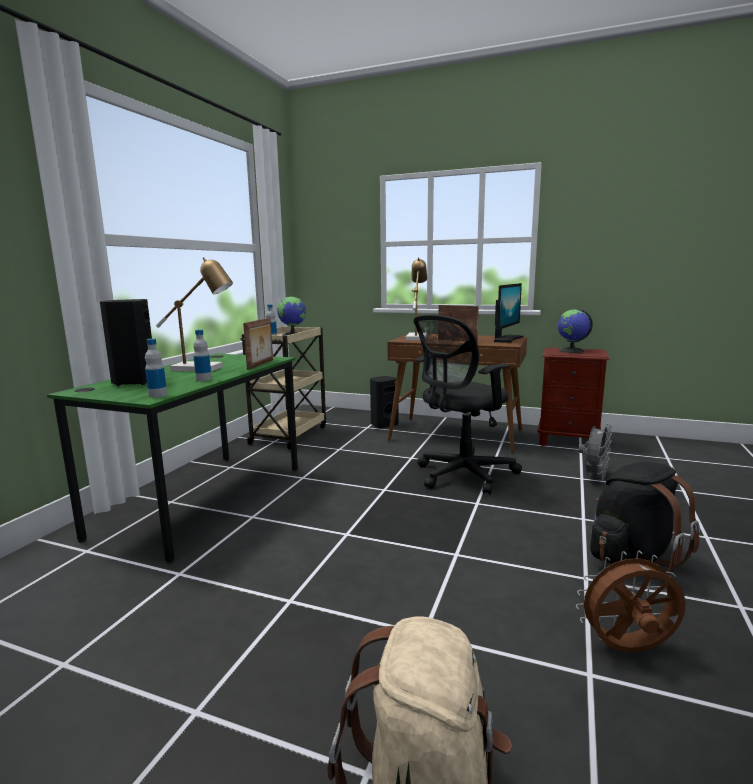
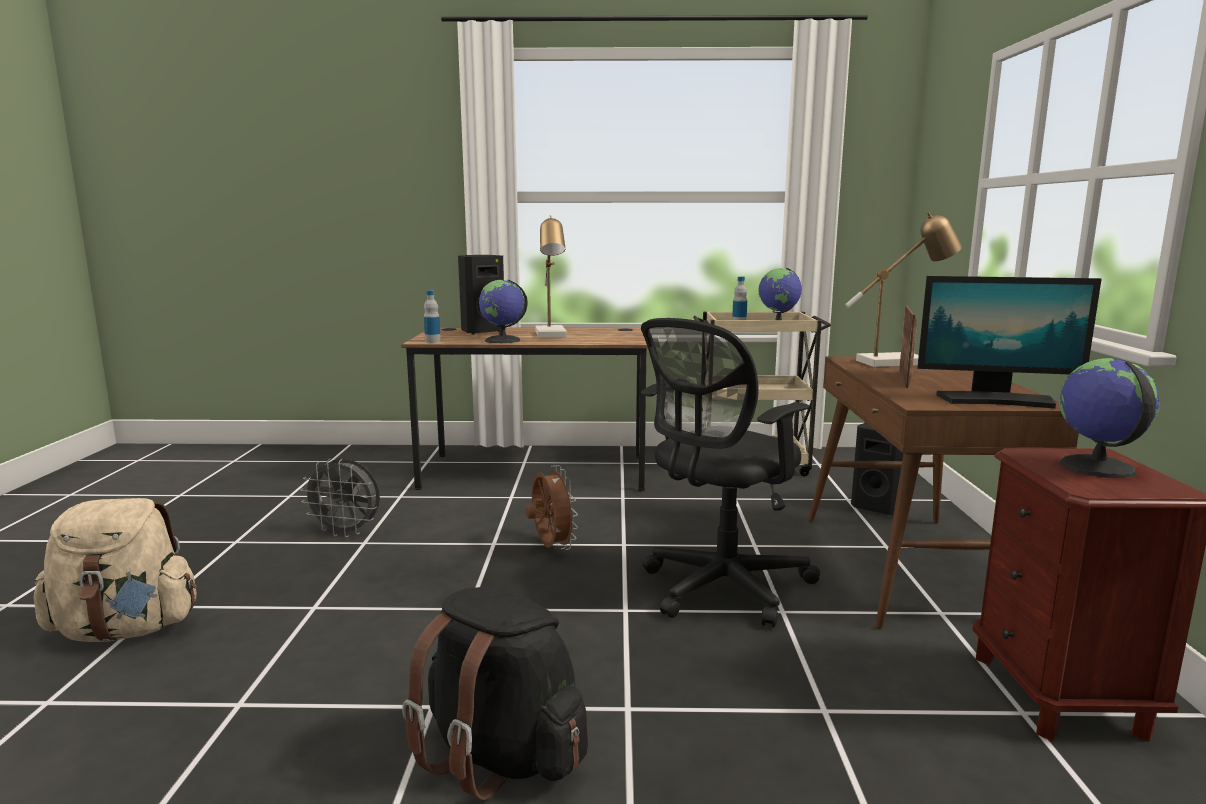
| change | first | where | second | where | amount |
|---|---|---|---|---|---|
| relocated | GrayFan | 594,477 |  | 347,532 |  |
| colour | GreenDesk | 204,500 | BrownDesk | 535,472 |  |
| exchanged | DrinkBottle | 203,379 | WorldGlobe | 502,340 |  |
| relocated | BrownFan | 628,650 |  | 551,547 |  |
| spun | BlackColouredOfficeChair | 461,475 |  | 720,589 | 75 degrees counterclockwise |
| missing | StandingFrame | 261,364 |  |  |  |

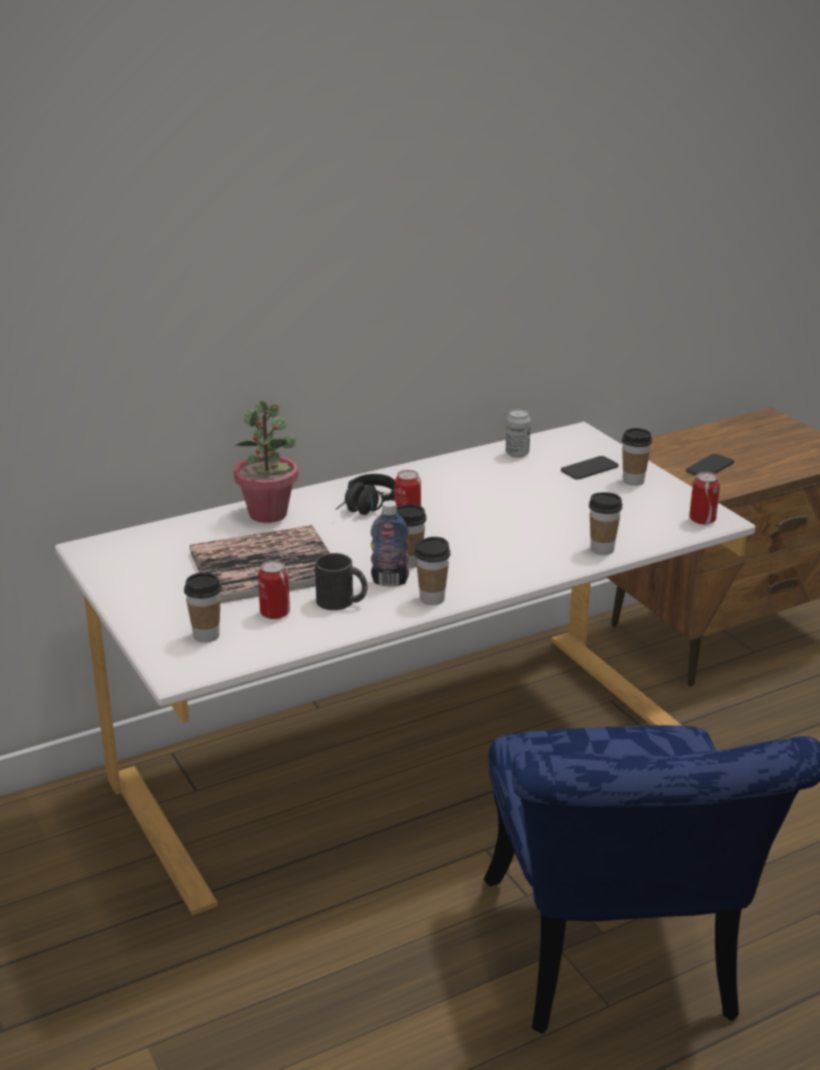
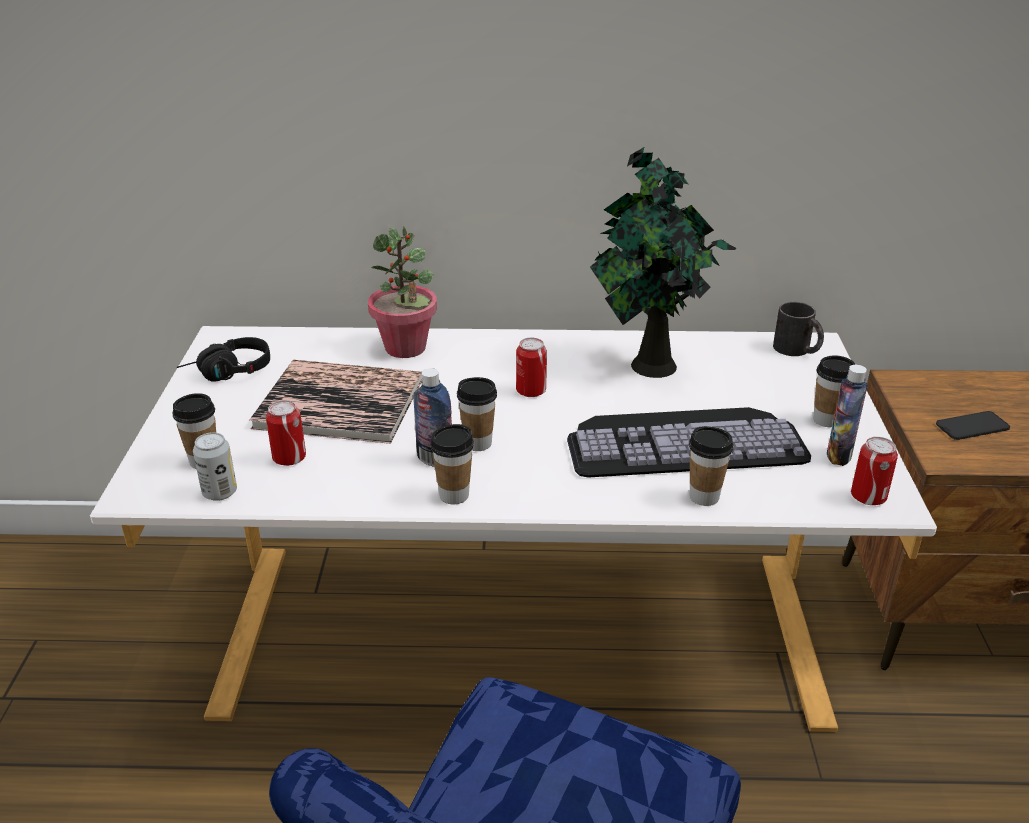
| change | first | where | second | where | amount |
|---|---|---|---|---|---|
| relocated | BlackColouredHeadset | 365,507 |  | 227,373 |  |
| relocated | SealedCan | 517,453 |  | 220,492 |  |
| appeared |  |  | Keyboard | 685,441 |  |
| appeared |  |  | PottedPlant | 649,366 |  |
| relocated | BlackColouredMug | 342,602 |  | 797,350 |  |
| appeared |  |  | DrinkBottle | 839,455 |  |
| missing | Phone | 589,468 |  |  |  |

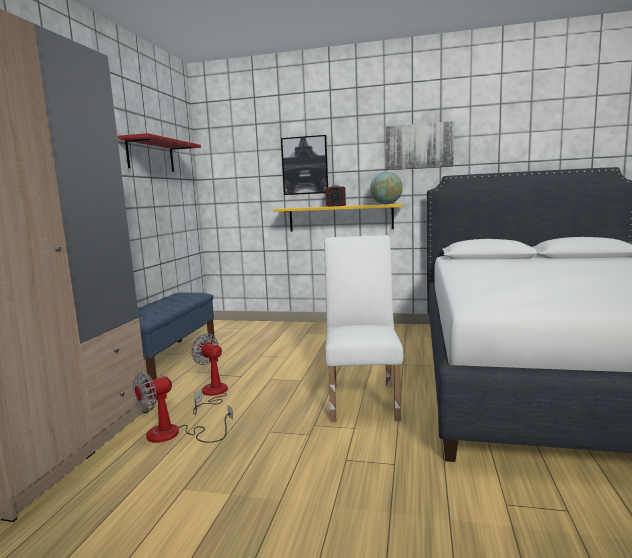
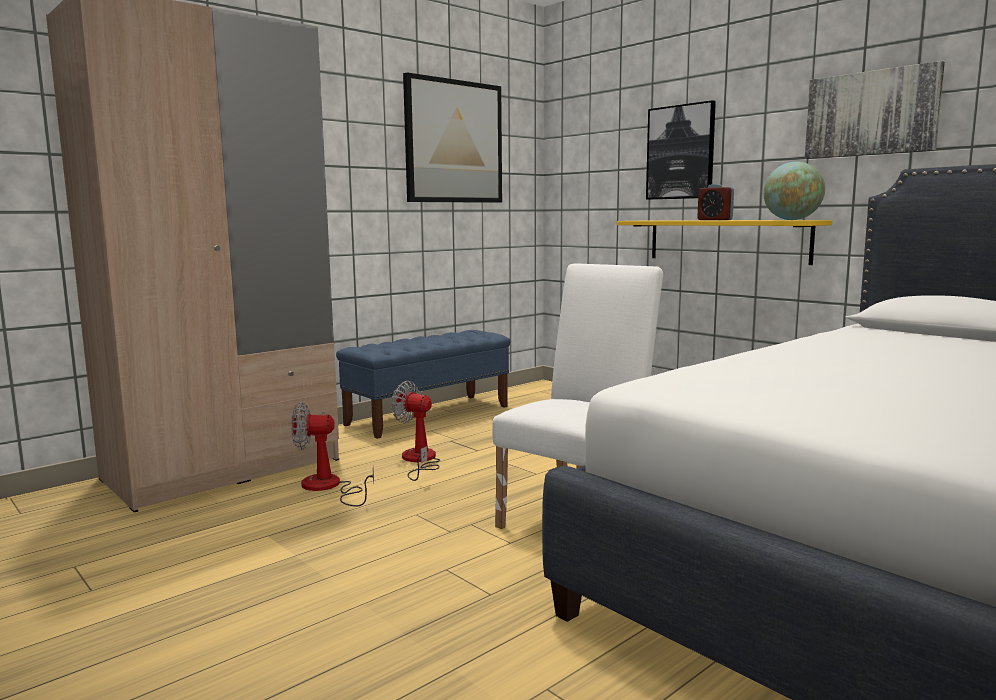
| change | first | where | second | where | amount |
|---|---|---|---|---|---|
| spun | Fan | 212,394 |  | 419,461 | 45 degrees counterclockwise |
| exchanged | ReddishWallShelf | 151,156 | WallPicture | 453,142 |  |

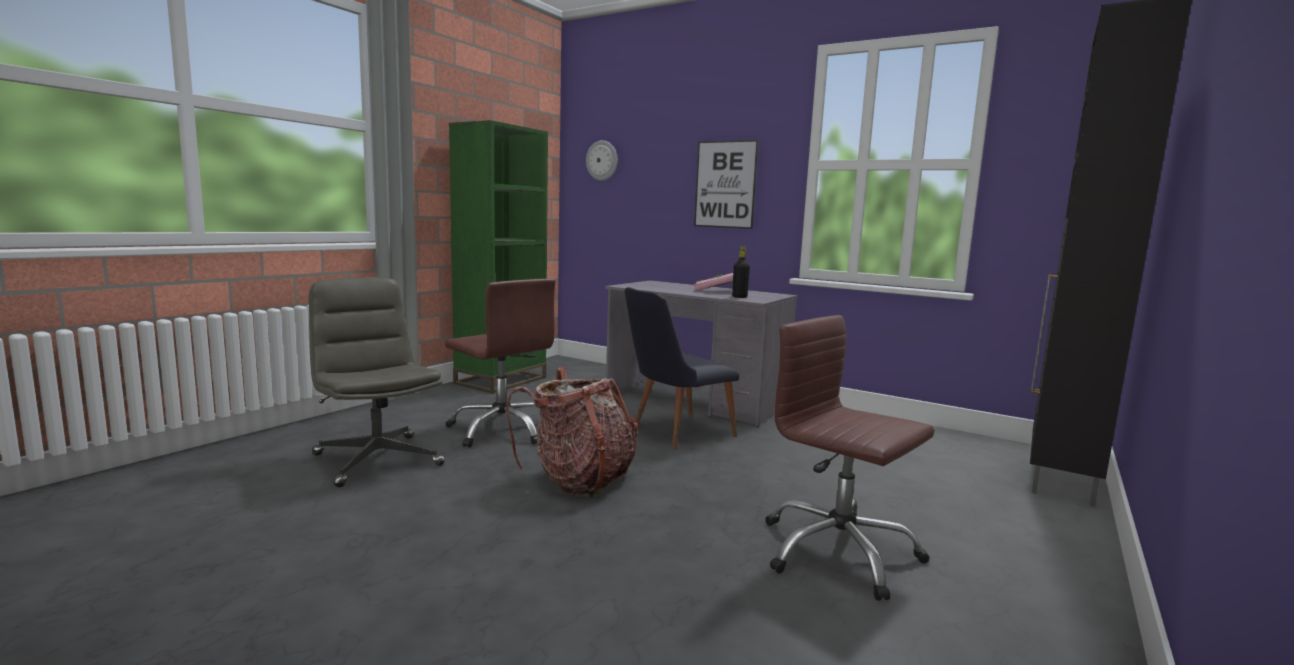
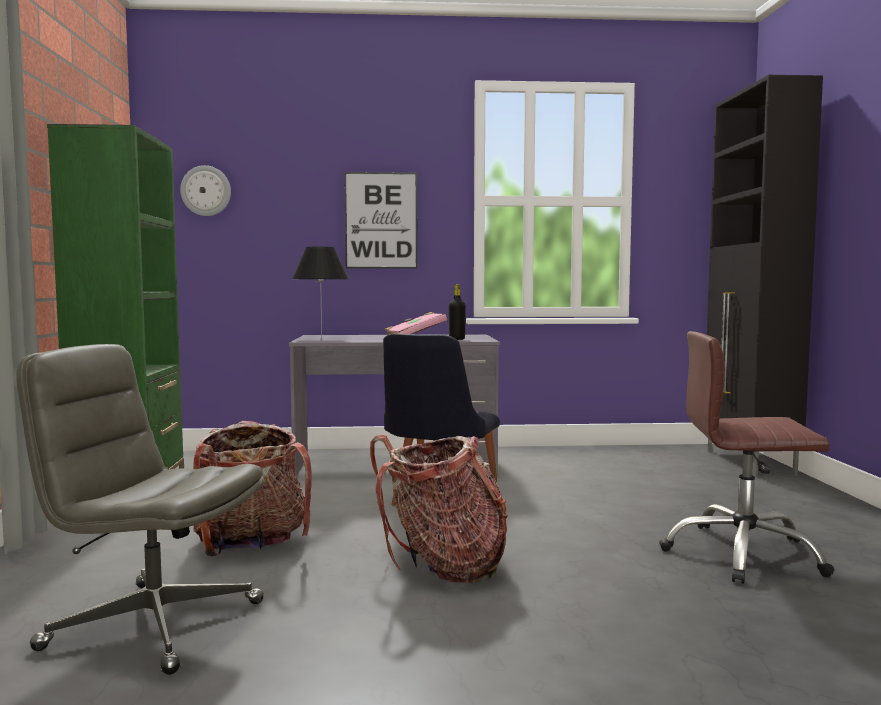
| change | first | where | second | where | amount |
|---|---|---|---|---|---|
| exchanged | BrownOfficeChair | 502,429 | Backpack | 251,544 |  |
| appeared |  |  | BlackColouredLampForATable | 321,338 |  |

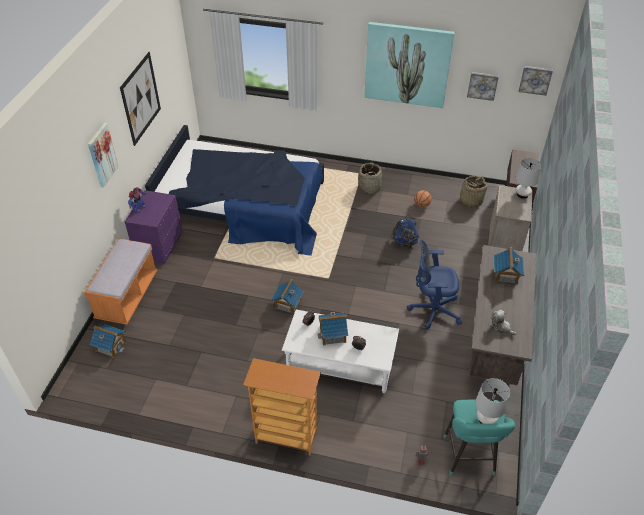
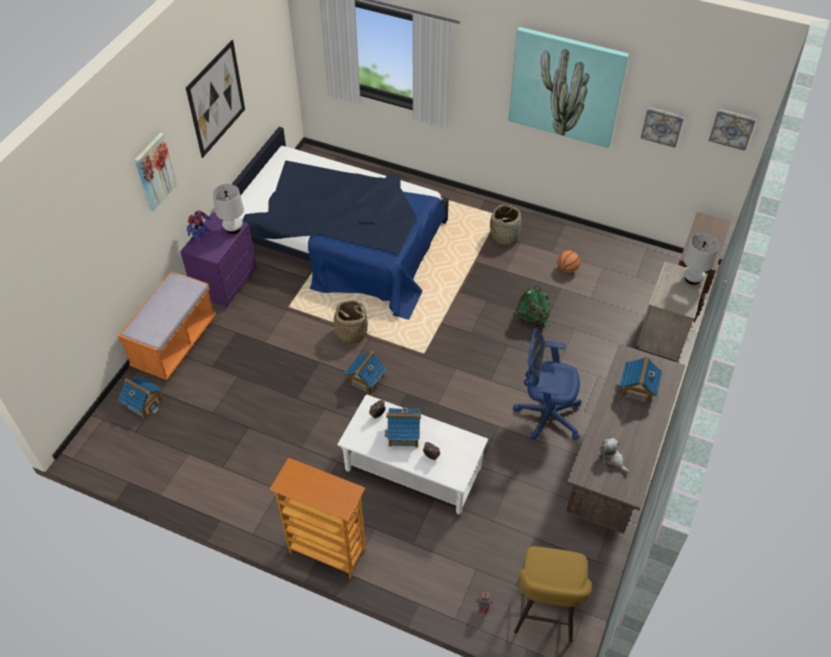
| change | first | where | second | where | amount |
|---|---|---|---|---|---|
| relocated | WhiteColouredLampForATable | 486,419 |  | 233,229 |  |
| relocated | Basket | 470,201 |  | 351,332 |  |
| colour | BlueGreenStool | 469,459 | YellowStool | 544,616 |  |
| colour | BluishBackpack | 404,243 | GreenBackpack | 532,318 |  |

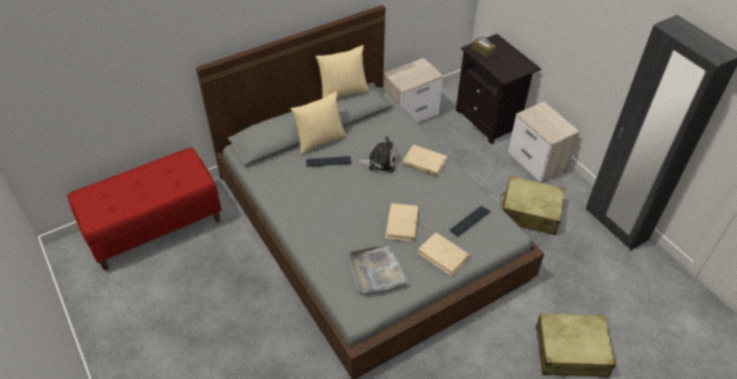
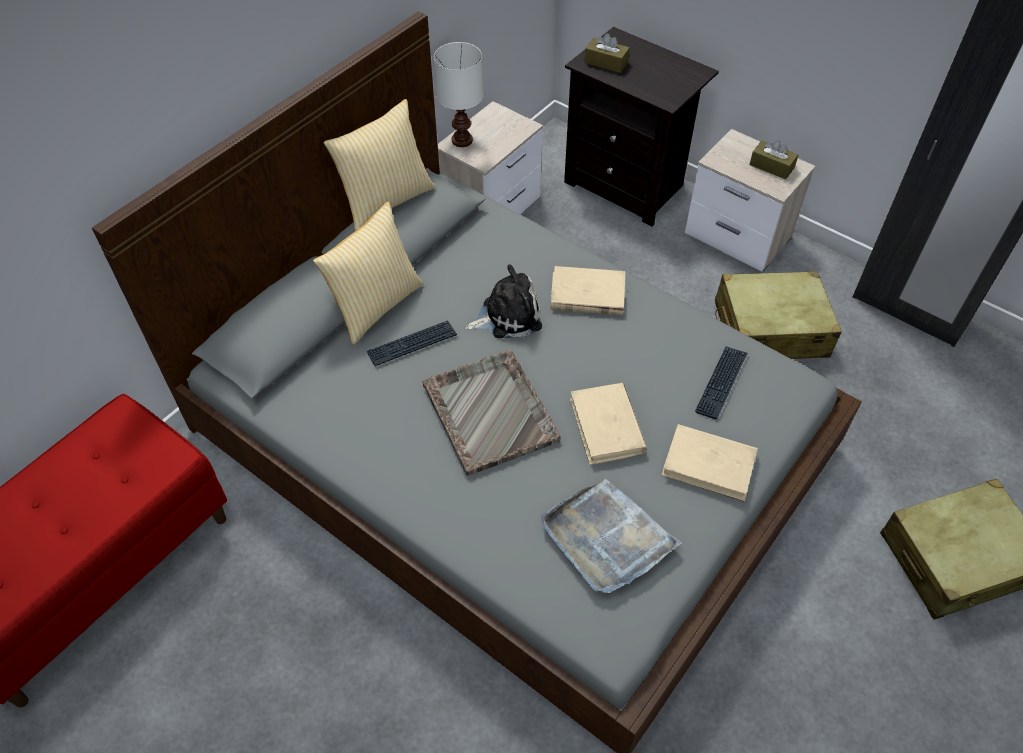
| change | first | where | second | where | amount |
|---|---|---|---|---|---|
| appeared |  |  | GrayCarryingTray | 489,411 |  |
| appeared |  |  | WhiteColouredLampForATable | 461,140 |  |
| appeared |  |  | BrownTissueHolder | 771,166 |  |

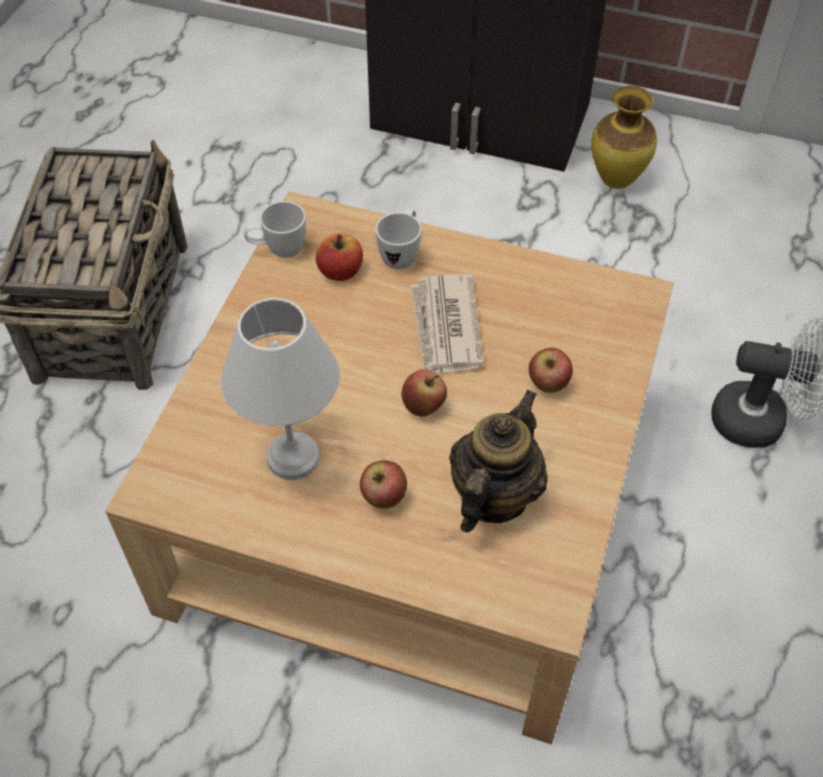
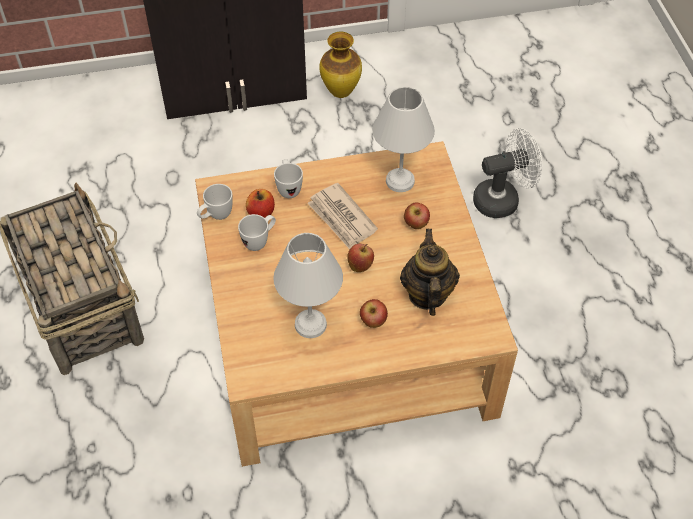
| change | first | where | second | where | amount |
|---|---|---|---|---|---|
| appeared |  |  | WhiteColouredMug | 259,241 |  |
| appeared |  |  | WhiteColouredLampForATable | 398,181 |  |

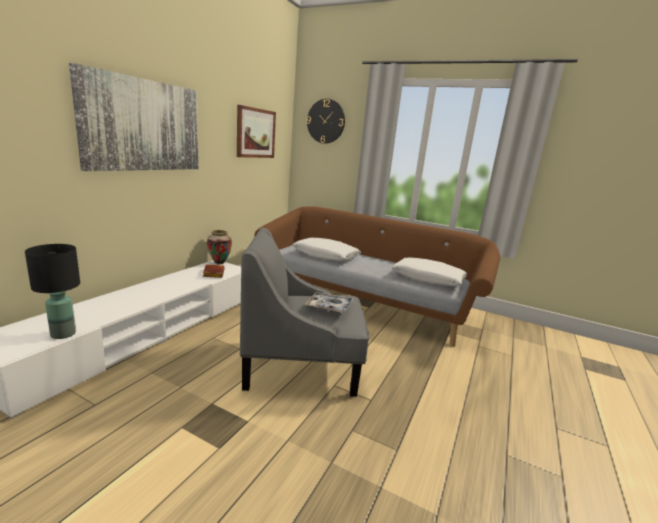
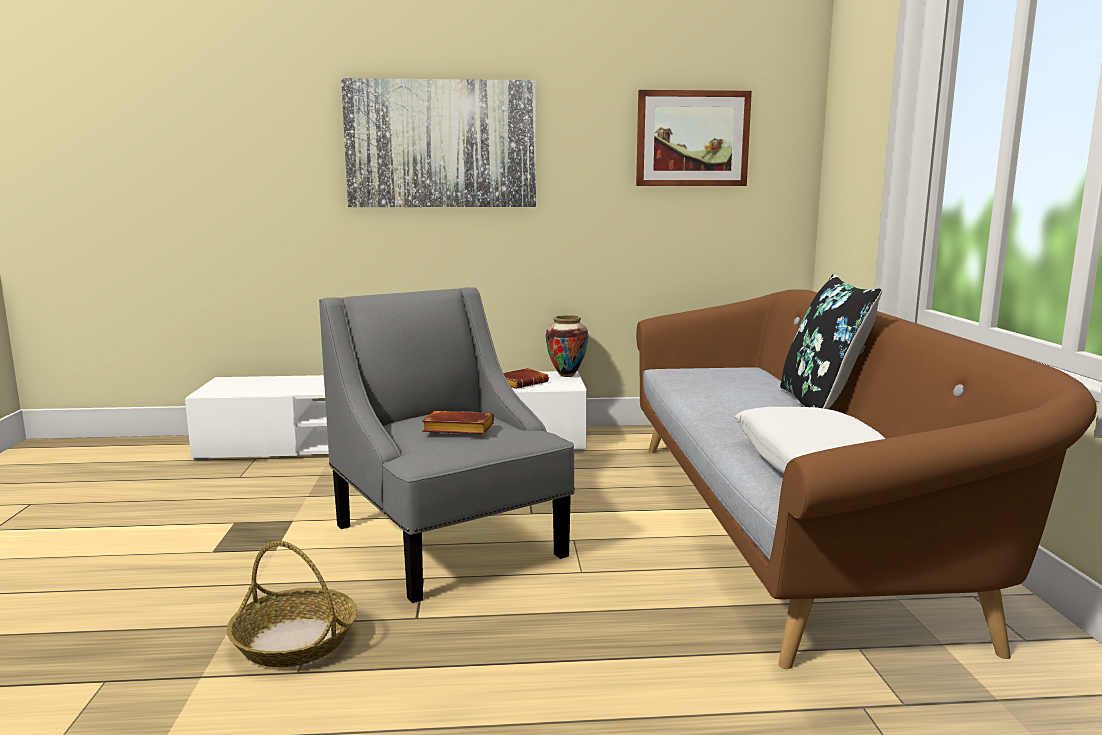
| change | first | where | second | where | amount |
|---|---|---|---|---|---|
| appeared |  |  | Basket | 294,641 |  |
| exchanged | CarryingTray | 329,307 | BrownBoundBook | 456,430 |  |
| appeared |  |  | BlackColouredCushion | 821,404 |  |
| missing | BlackColouredLampForATable | 64,334 |  |  |  |
| missing | WhiteColouredCushion | 326,256 |  |  |  |
| missing | ClockOnTheWall | 326,121 |  |  |  |

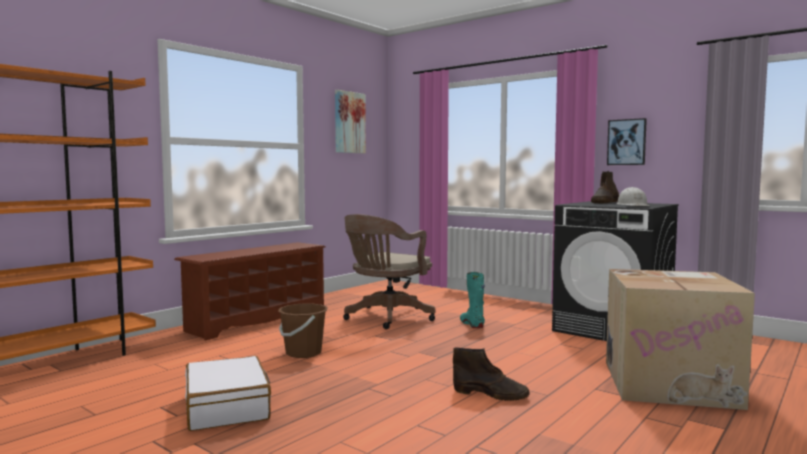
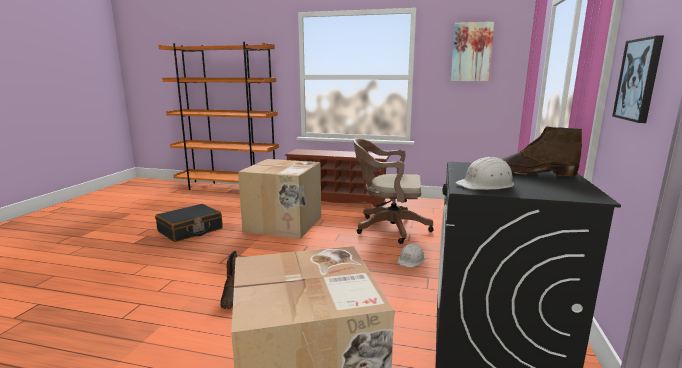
| change | first | where | second | where | amount |
|---|---|---|---|---|---|
| colour | WhiteColouredPieceOfLuggage | 227,407 | BlackColouredPieceOfLuggage | 190,230 |  |
| exchanged | BrownBucket | 303,353 | CardboardBox | 284,224 |  |
| exchanged | BlueGreenTallBoot | 472,324 | WhiteColouredWorkHelmet | 411,260 |  |

